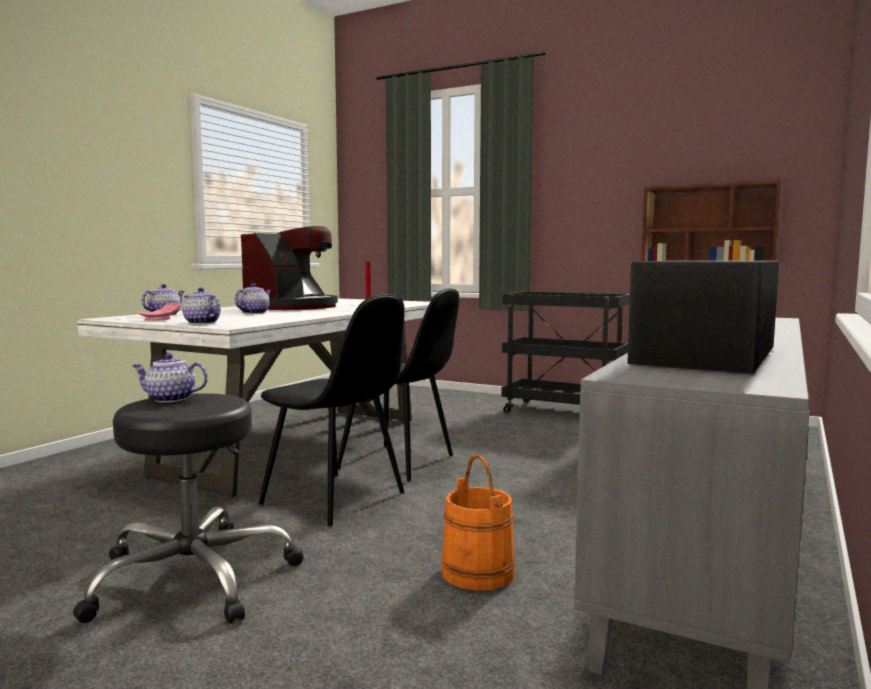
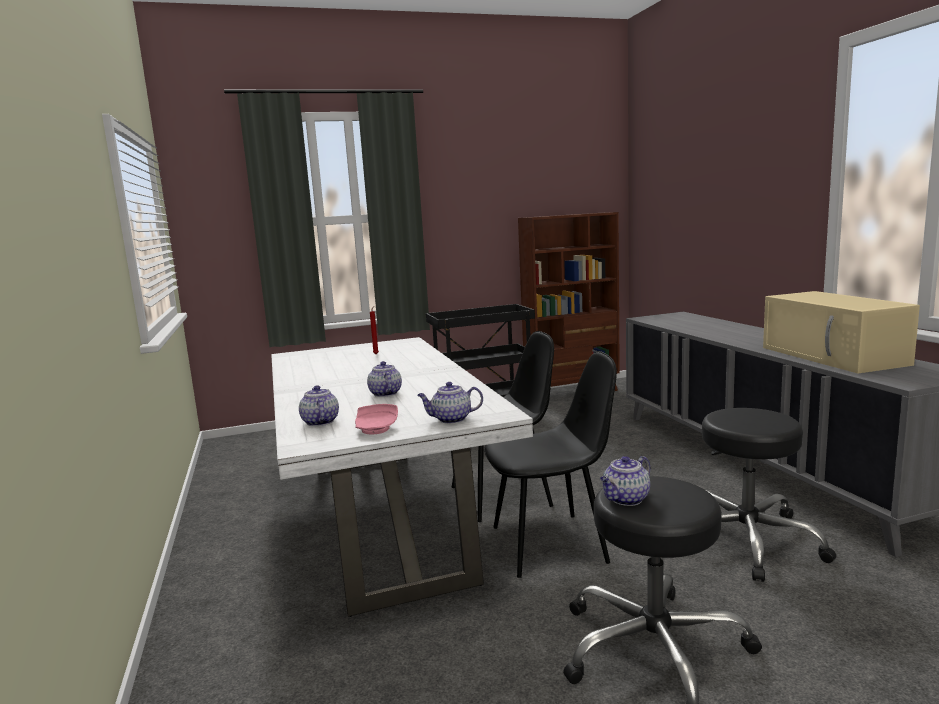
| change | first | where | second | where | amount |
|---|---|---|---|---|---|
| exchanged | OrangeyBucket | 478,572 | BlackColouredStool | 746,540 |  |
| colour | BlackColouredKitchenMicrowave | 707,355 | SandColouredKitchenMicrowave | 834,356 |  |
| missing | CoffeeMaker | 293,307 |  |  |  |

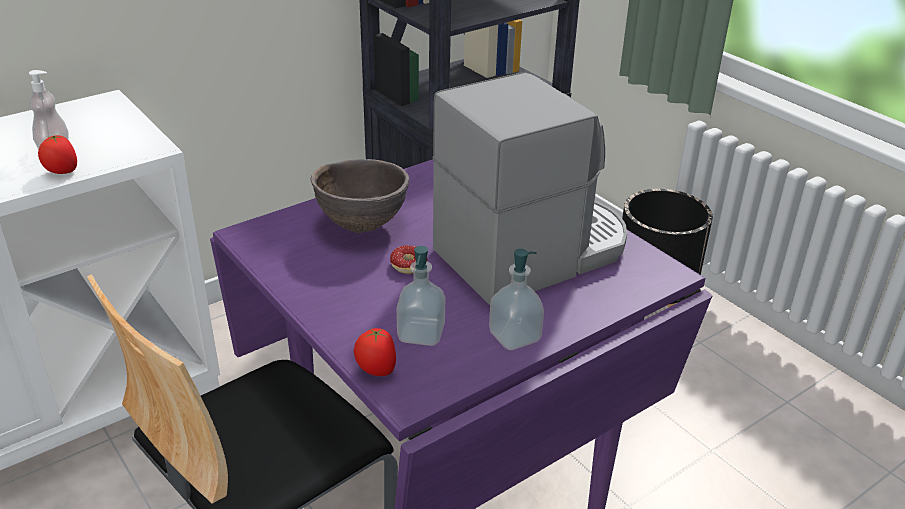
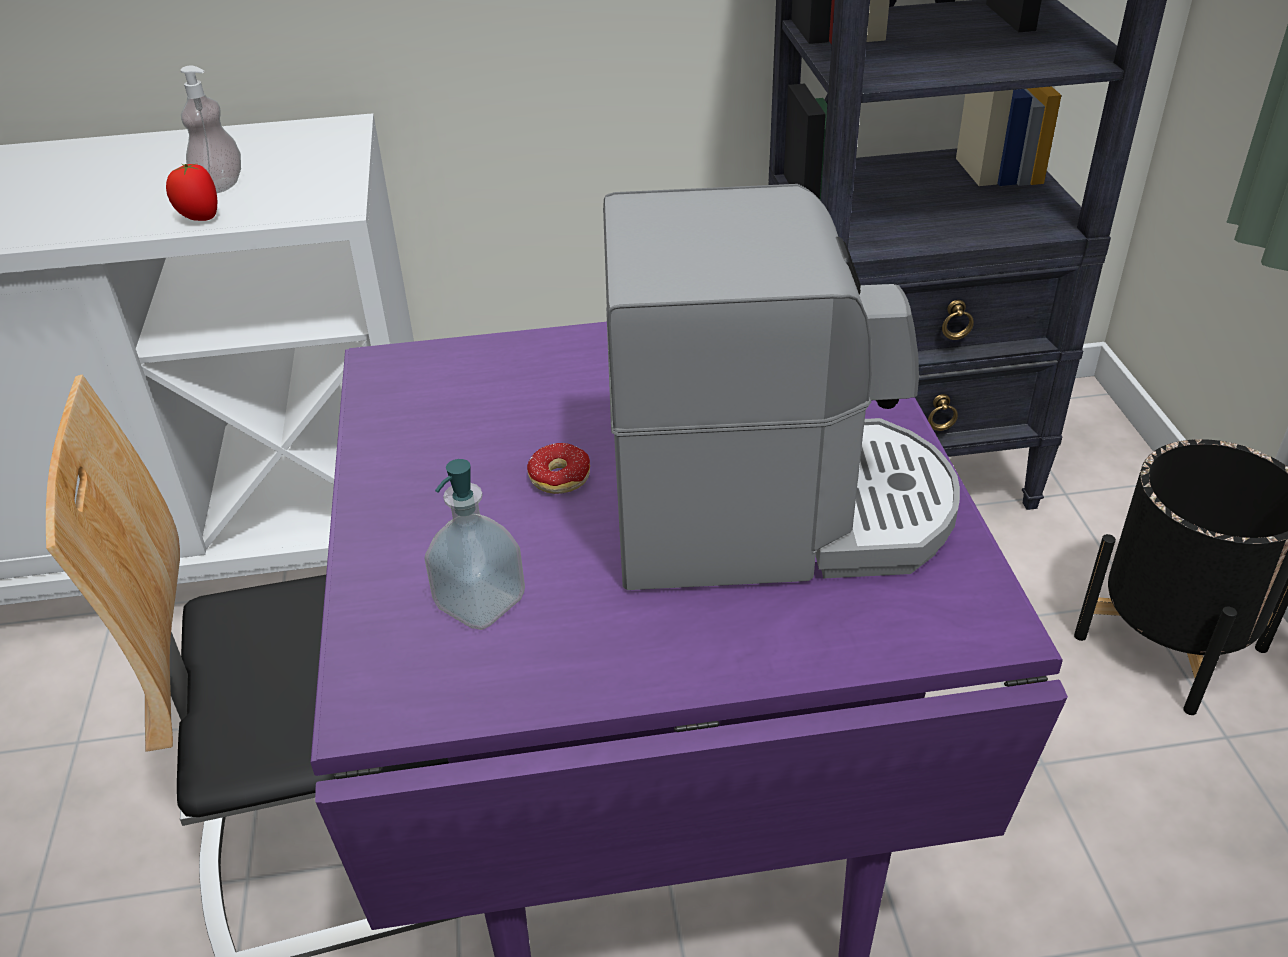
| change | first | where | second | where | amount |
|---|---|---|---|---|---|
| missing | BrownServingBowl | 362,226 |  |  |  |
| missing | FreshTomato | 376,371 |  |  |  |
| missing | SoapDispenser | 514,337 |  |  |  |

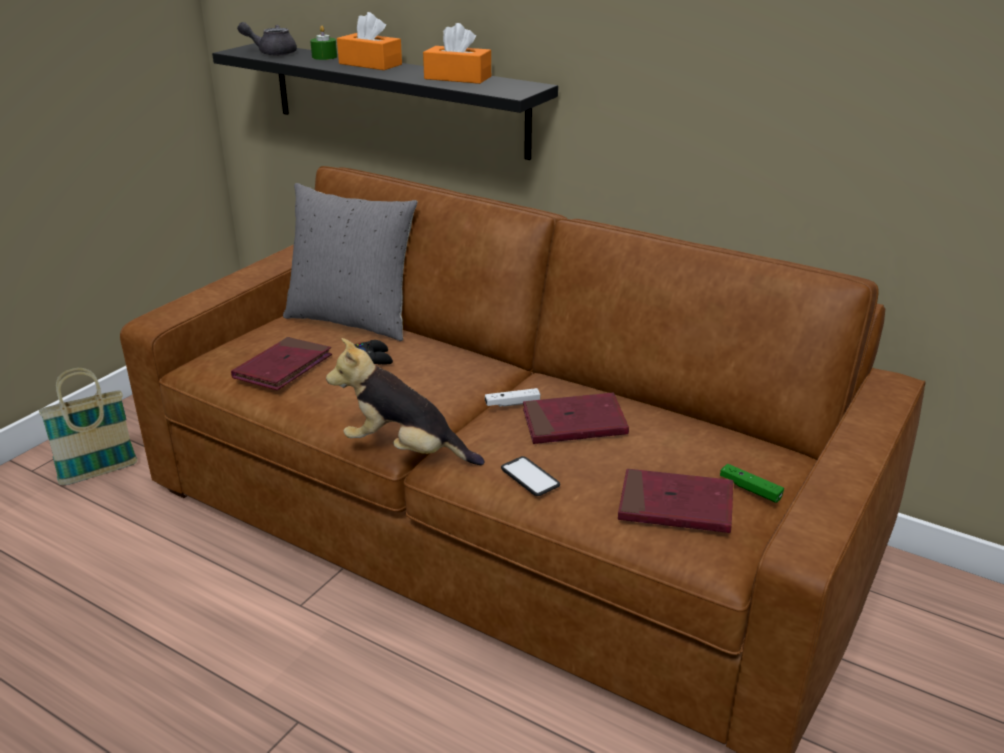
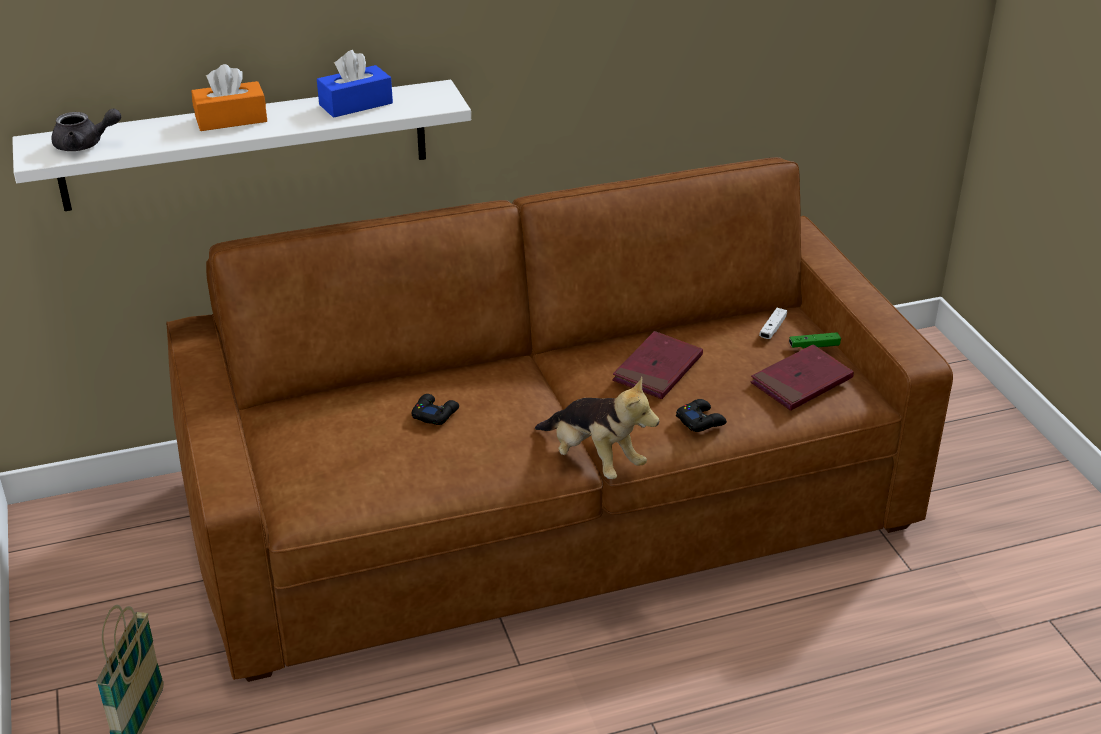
| change | first | where | second | where | amount |
|---|---|---|---|---|---|
| colour | BlackColouredWallShelf | 396,98 | WhiteColouredWallShelf | 245,145 |  |
| spun | GrayTeapot | 272,53 |  | 85,145 | 135 degrees counterclockwise |
| colour | OrangeyTissueHolder | 457,78 | BluishTissueHolder | 356,104 |  |
| spun | SoftToy | 405,451 |  | 594,460 | 105 degrees counterclockwise |
| exchanged | Phone | 530,477 | BlackColouredJoypad | 700,421 |  |
| relocated | WhiteColouredJoypad | 512,404 |  | 772,329 |  |
| missing | ReddishBoundBook | 283,368 |  |  |  |
| missing | GrayCushion | 353,320 |  |  |  |
| missing | GreenWaxCandle | 324,57 |  |  |  |

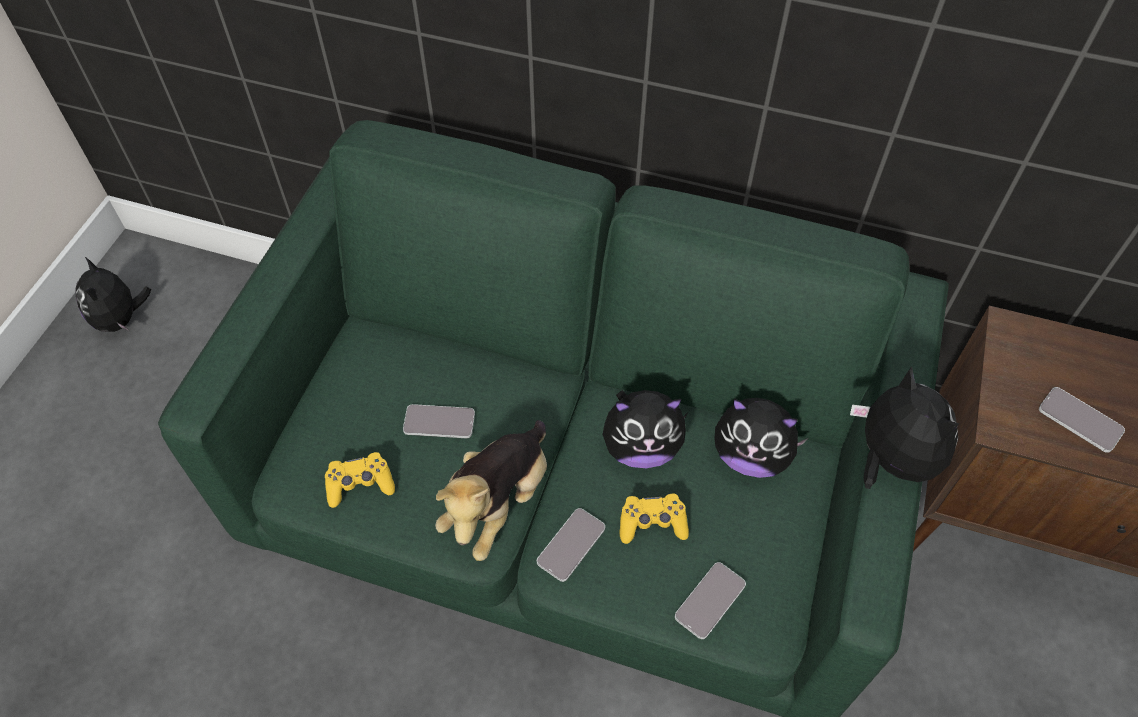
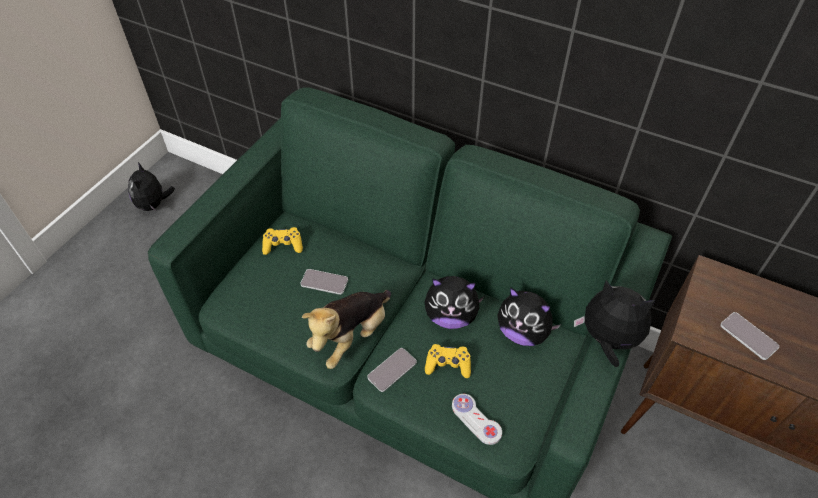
| change | first | where | second | where | amount |
|---|---|---|---|---|---|
| relocated | YellowJoypad | 360,484 |  | 283,245 |  |
| exchanged | Phone | 710,601 | WhiteColouredJoypad | 476,419 |  |
| spun | SoftToy | 890,460 |  | 607,340 | 45 degrees counterclockwise |

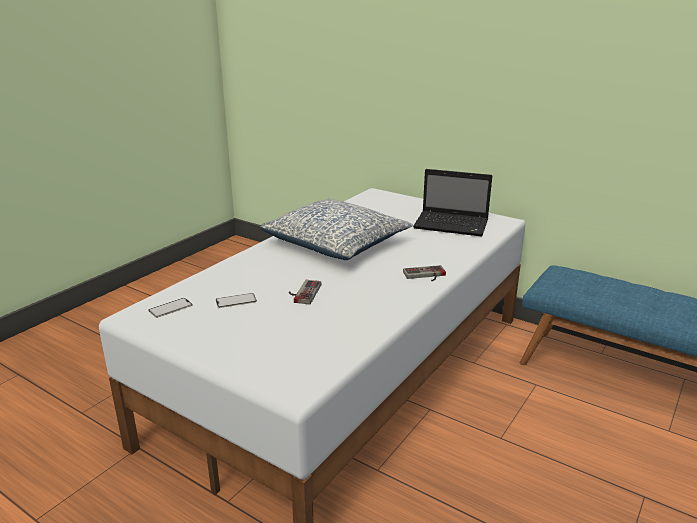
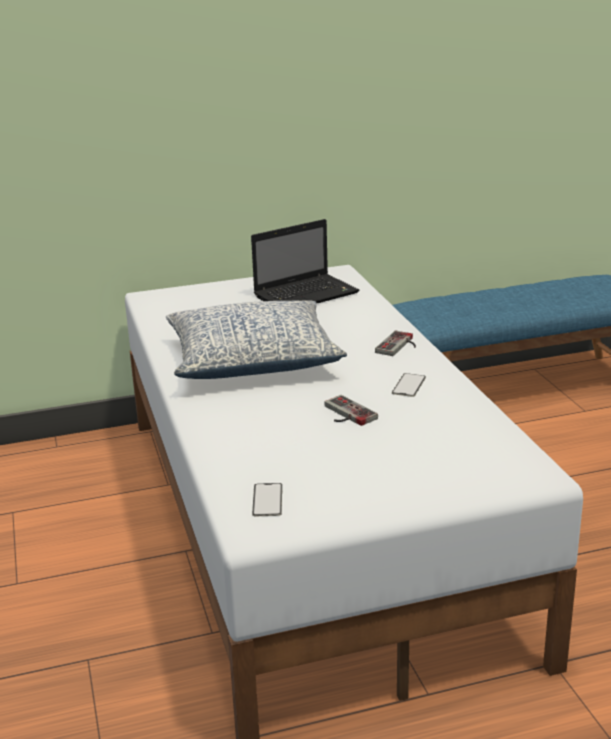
| change | first | where | second | where | amount |
|---|---|---|---|---|---|
| relocated | Phone | 236,300 |  | 409,385 |  |

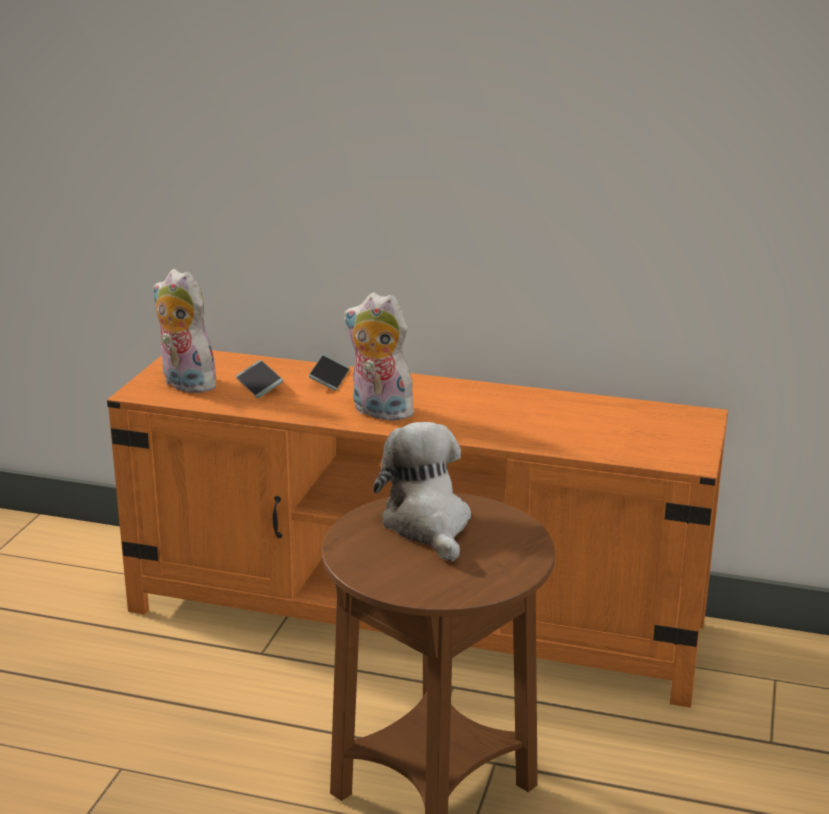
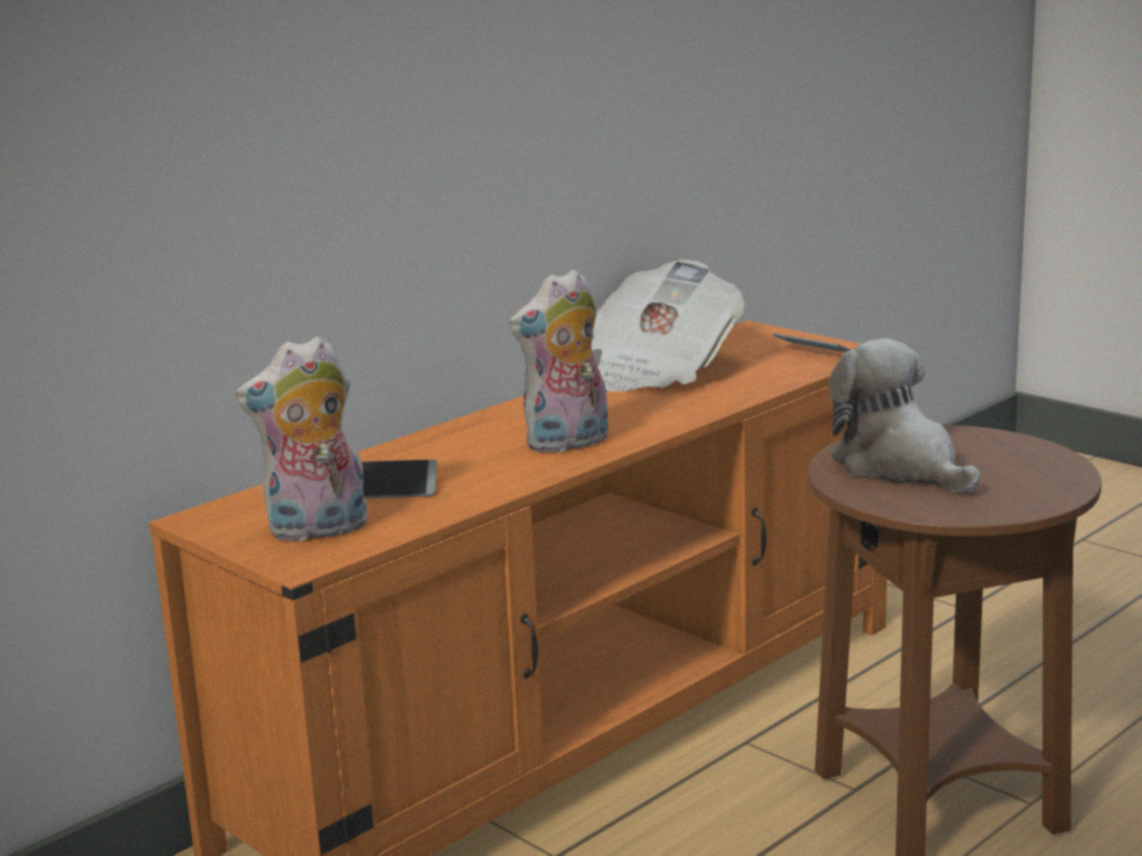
| change | first | where | second | where | amount |
|---|---|---|---|---|---|
| appeared |  |  | DailyPaper | 659,370 |  |
| relocated | Phone | 329,378 |  | 813,352 |  |
| spun | SoftToy | 428,525 |  | 900,467 | 45 degrees clockwise |

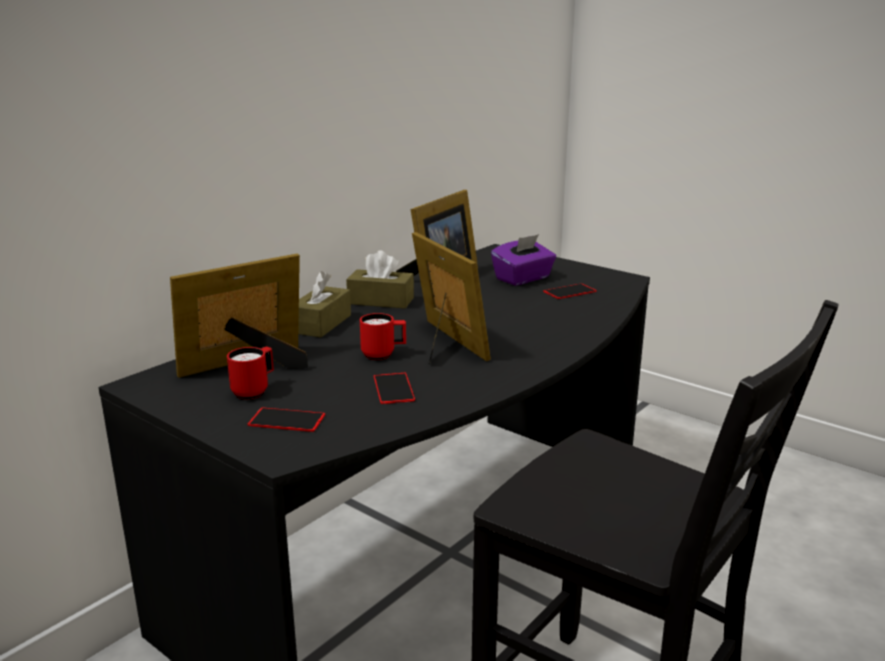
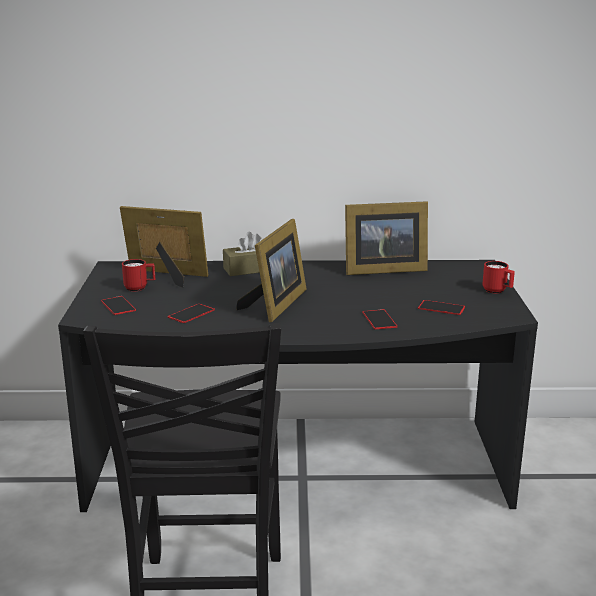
| change | first | where | second | where | amount |
|---|---|---|---|---|---|
| appeared |  |  | Phone | 379,319 |  |
| relocated | ReddishMug | 383,354 |  | 497,291 |  |
| missing | BrownTissueHolder | 380,301 |  |  |  |
| missing | PurpleTissueHolder | 523,278 |  |  |  |

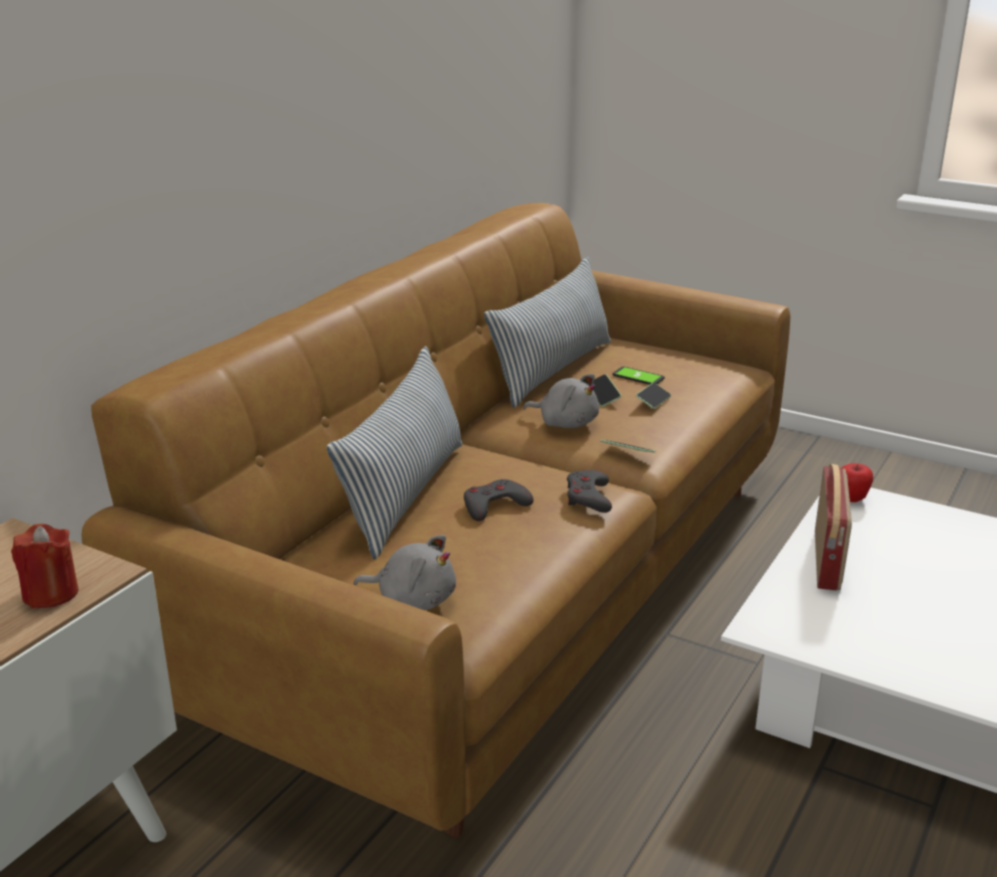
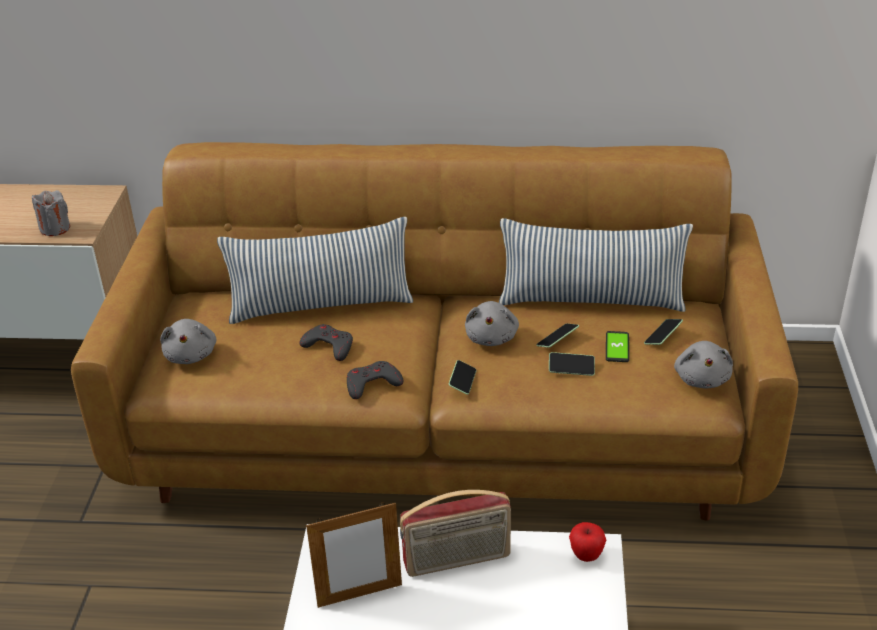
| change | first | where | second | where | amount |
|---|---|---|---|---|---|
| colour | ReddishWaxCandle | 51,594 | GrayWaxCandle | 55,228 |  |
| appeared |  |  | StandingFrame | 360,595 |  |
| appeared |  |  | Phone | 663,337 |  |
| appeared |  |  | GraySoftToy | 702,378 |  |

